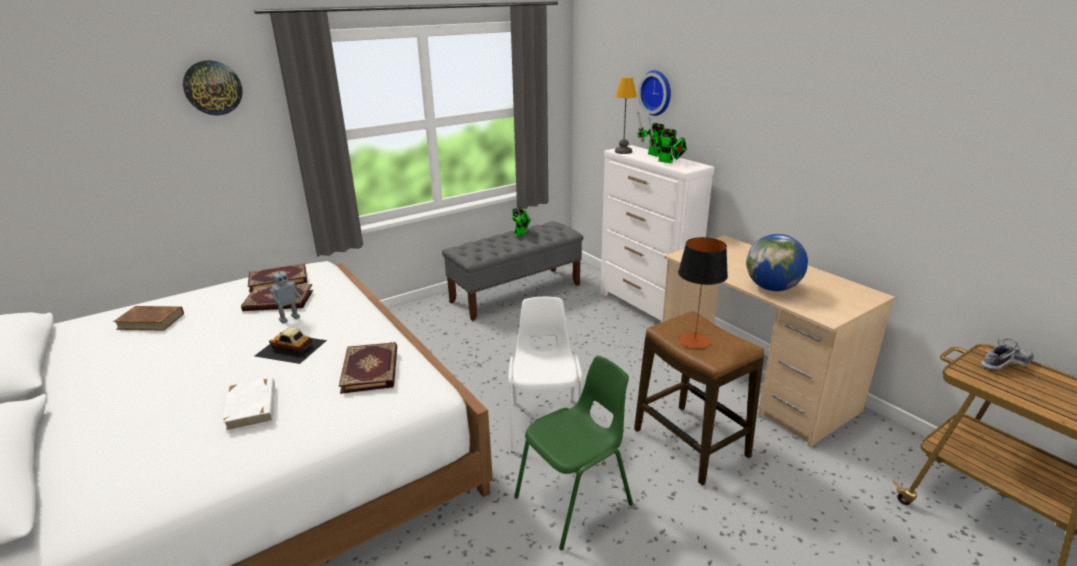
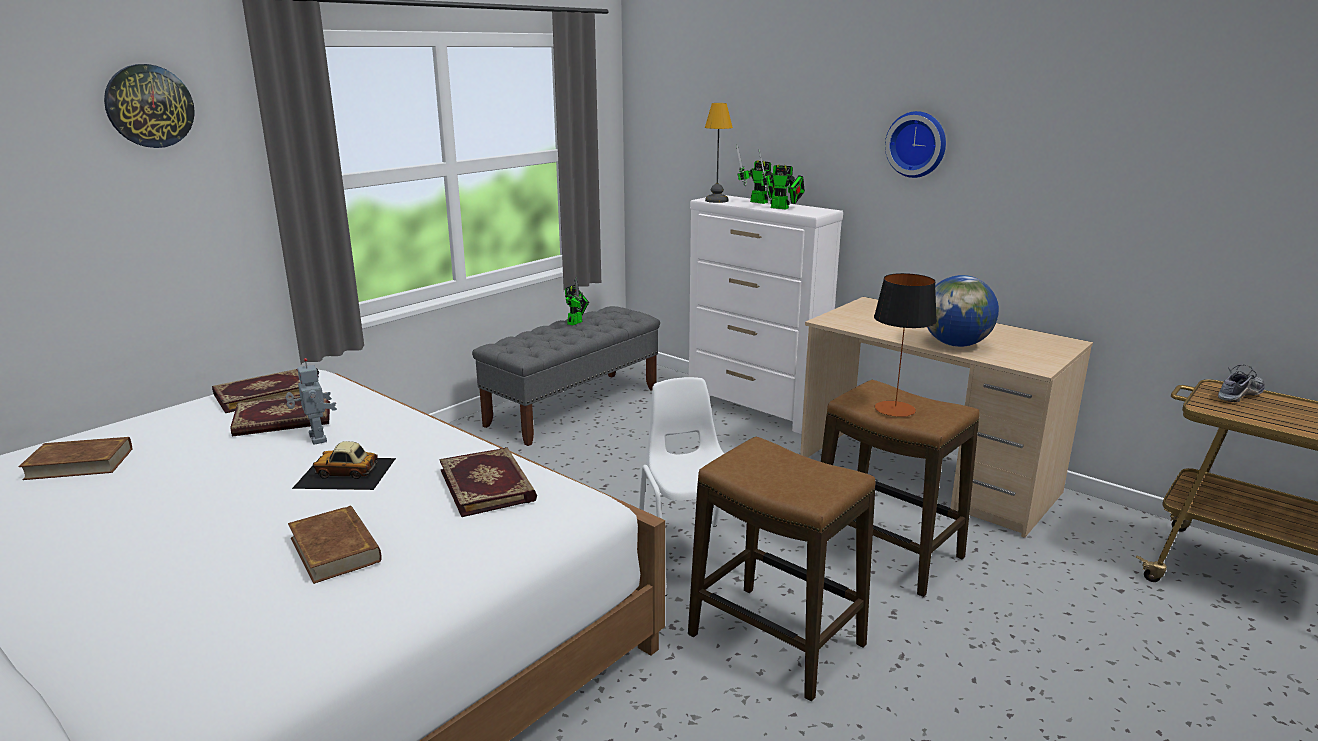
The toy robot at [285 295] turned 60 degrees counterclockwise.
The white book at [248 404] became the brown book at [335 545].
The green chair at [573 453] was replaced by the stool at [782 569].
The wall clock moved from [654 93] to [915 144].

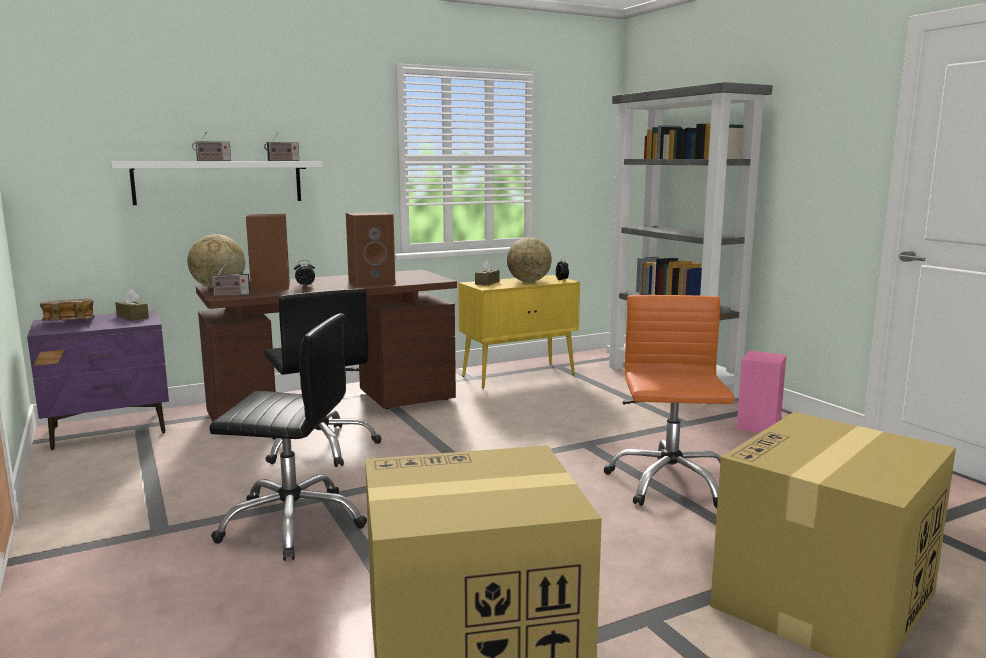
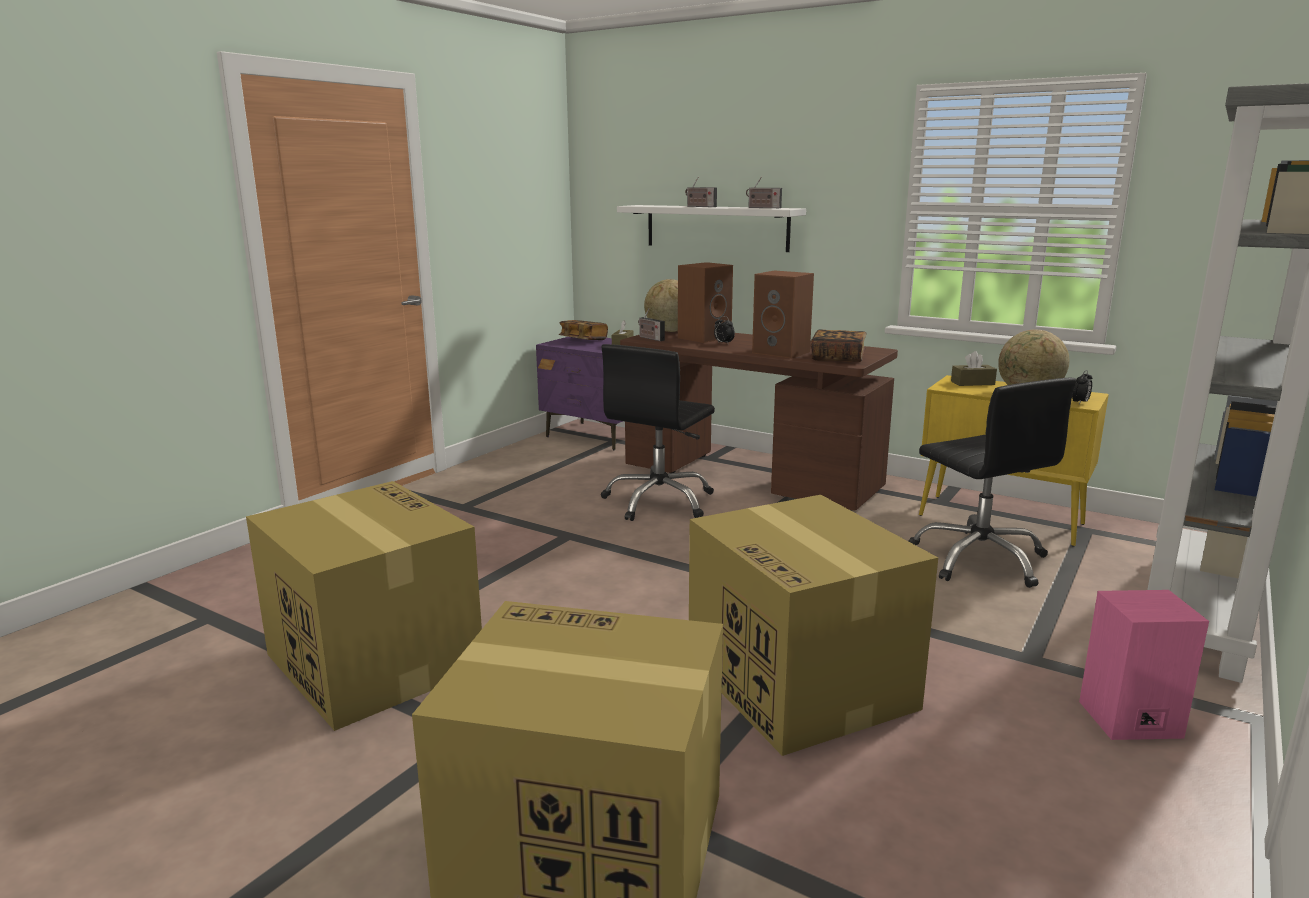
The orange office chair at [669 401] was replaced by the cardboard box at [813 625].
The book at [839 345] appeared.
The black office chair moved from [288 437] to [992 483].

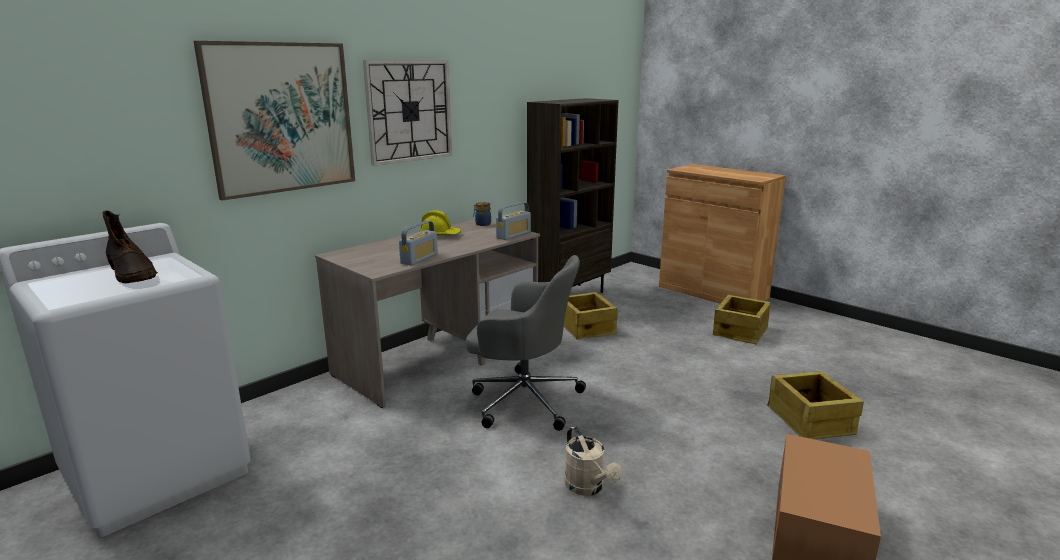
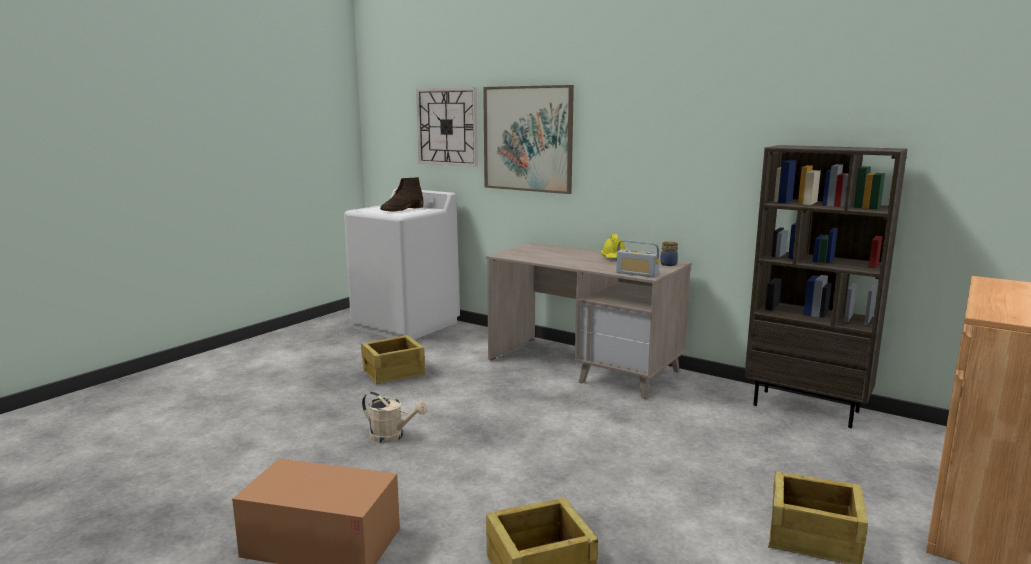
The crate moved from [591 316] to [393 359].
The beige watering can at [593 461] turned 120 degrees counterclockwise.
The wall clock moved from [407 113] to [447 127].
The radio at [418 243] disappeared.
The grey office chair at [526 343] disappeared.

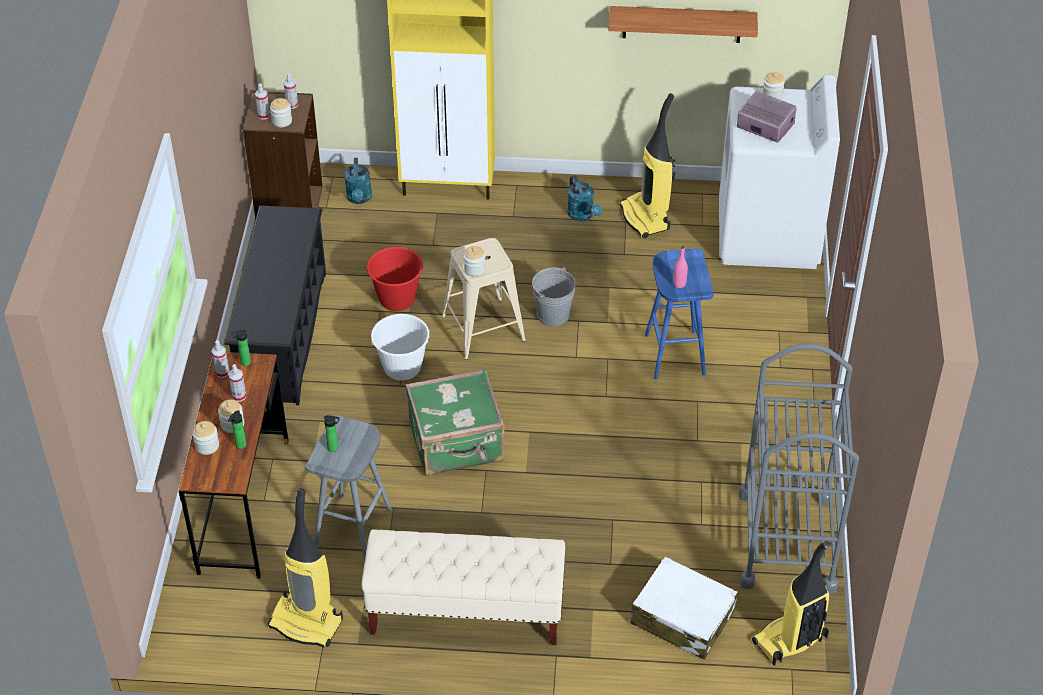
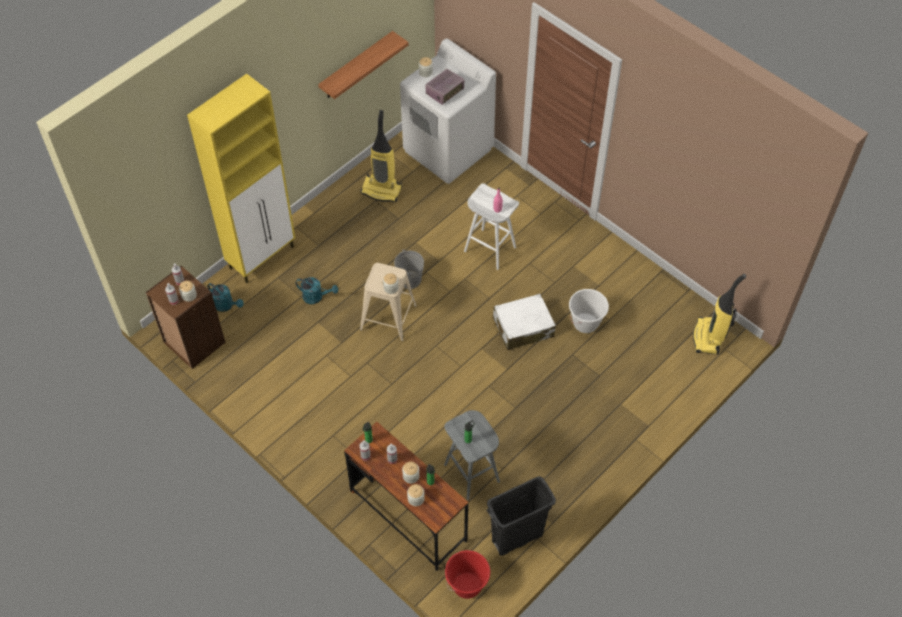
The turquoise watering can moved from [584 198] to [317 290].
The radio at [767 116] turned 150 degrees clockwise.
The red bucket moved from [395 279] to [467 574].
The blue stool at [679 314] became the white stool at [491 226].
The vacuum cleaner at [305 568] was replaced by the black trash can at [521 516].
The white suitcase moved from [684 608] to [524 322].
The white bucket moved from [400 347] to [589 311].
The black shoe rack at [275 305] disappeared.
The beige bench at [463 587] disappeared.
The green suitcase at [455 422] disappeared.
The grey cart at [799 468] disappeared.

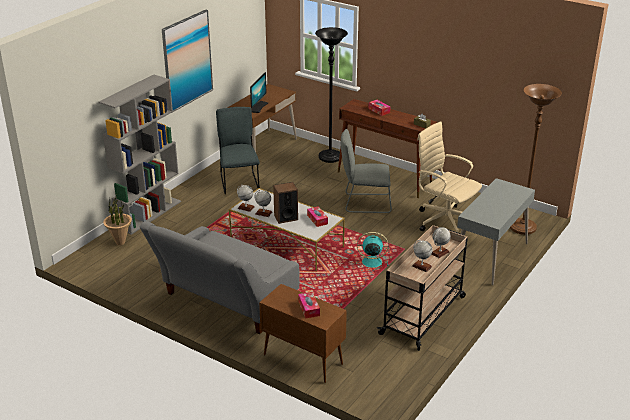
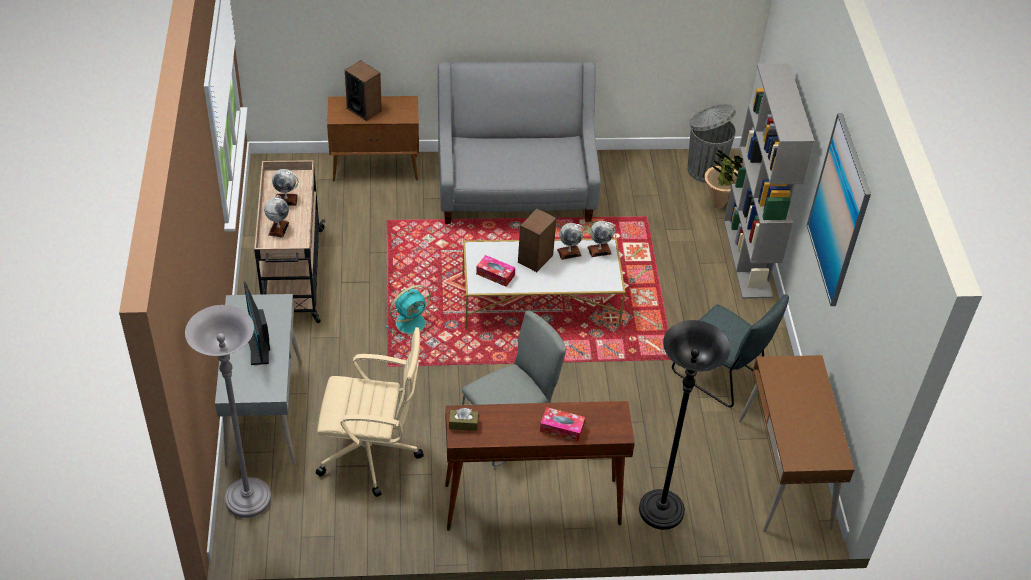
The brown floor lamp at [536 159] became the grey floor lamp at [228 411].
The monitor moved from [259 92] to [257 323].
The tissue box at [309 305] was replaced by the speaker at [363 90].
The grey trash can at [711 143] appeared.

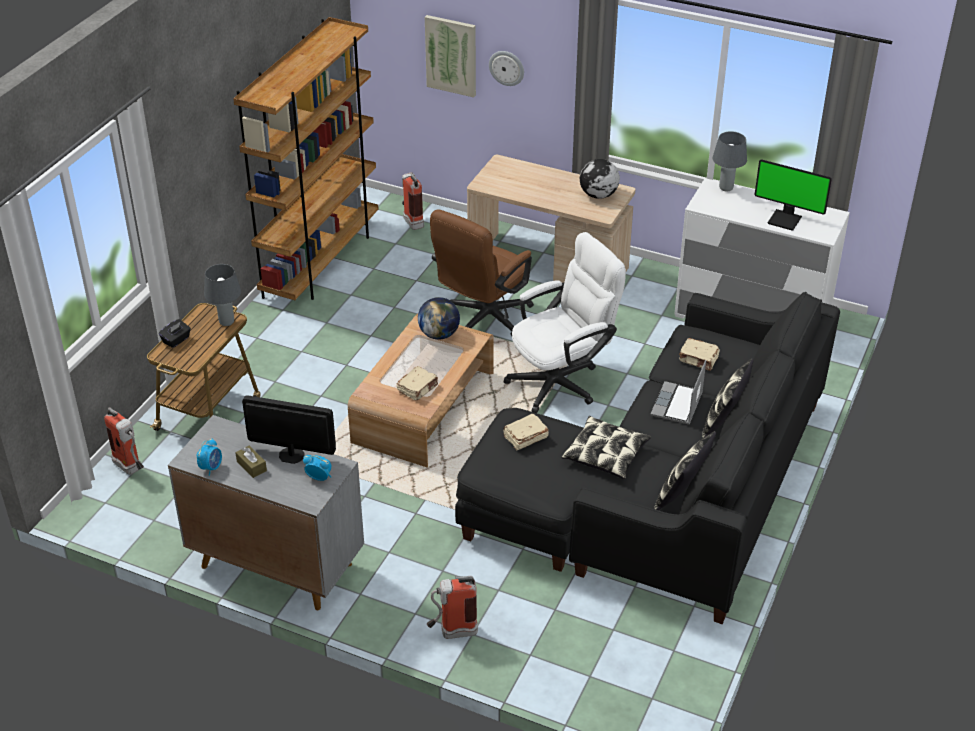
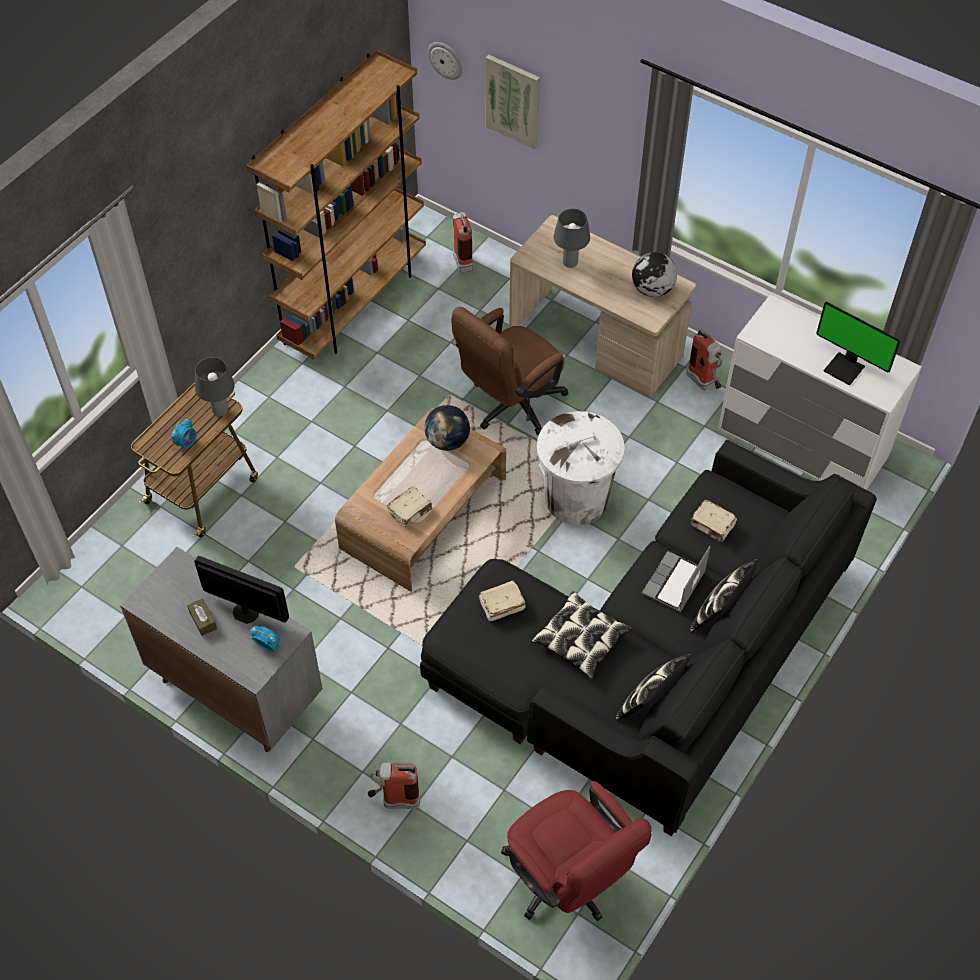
The alarm clock moved from [209 457] to [183 435].
The wall clock moved from [506 68] to [445 61].
The red office chair at [576 851] appeared.
The white office chair at [565 322] was replaced by the white trash can at [581 468].
The grey table lamp moved from [730 161] to [571 238].
The fire extinguisher moved from [124 441] to [704 359].
The black tissue box at [175 333] disappeared.

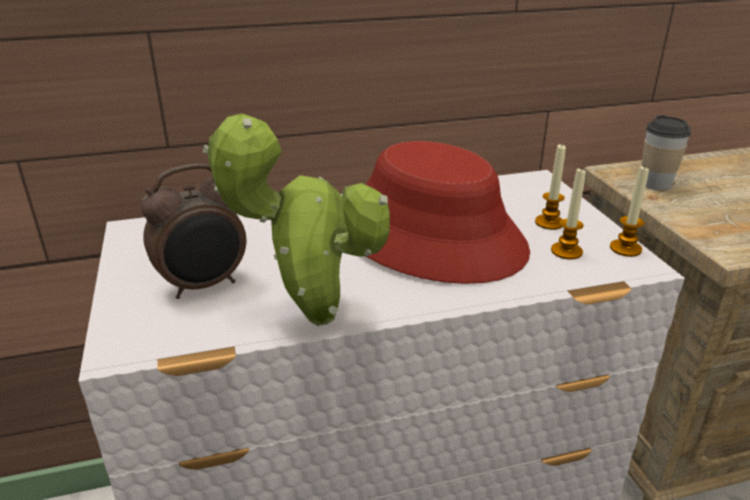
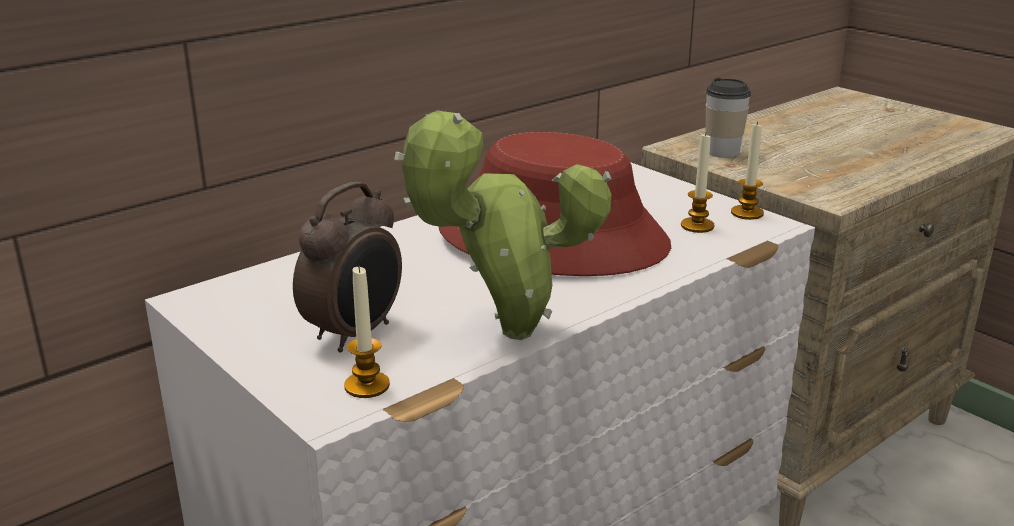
The candle moved from [550 187] to [367 332].

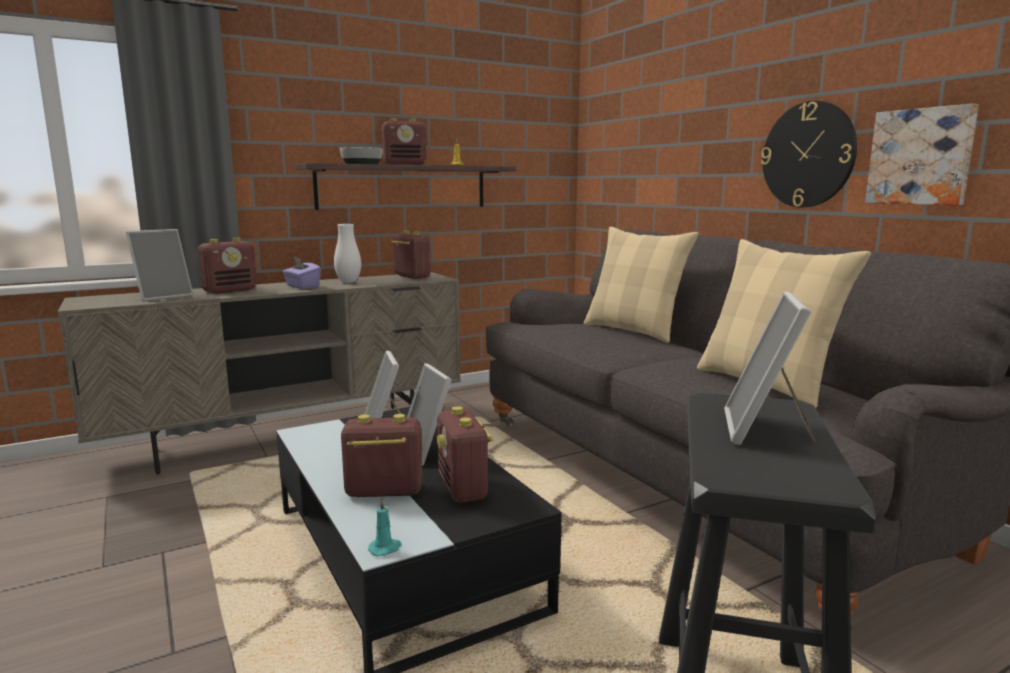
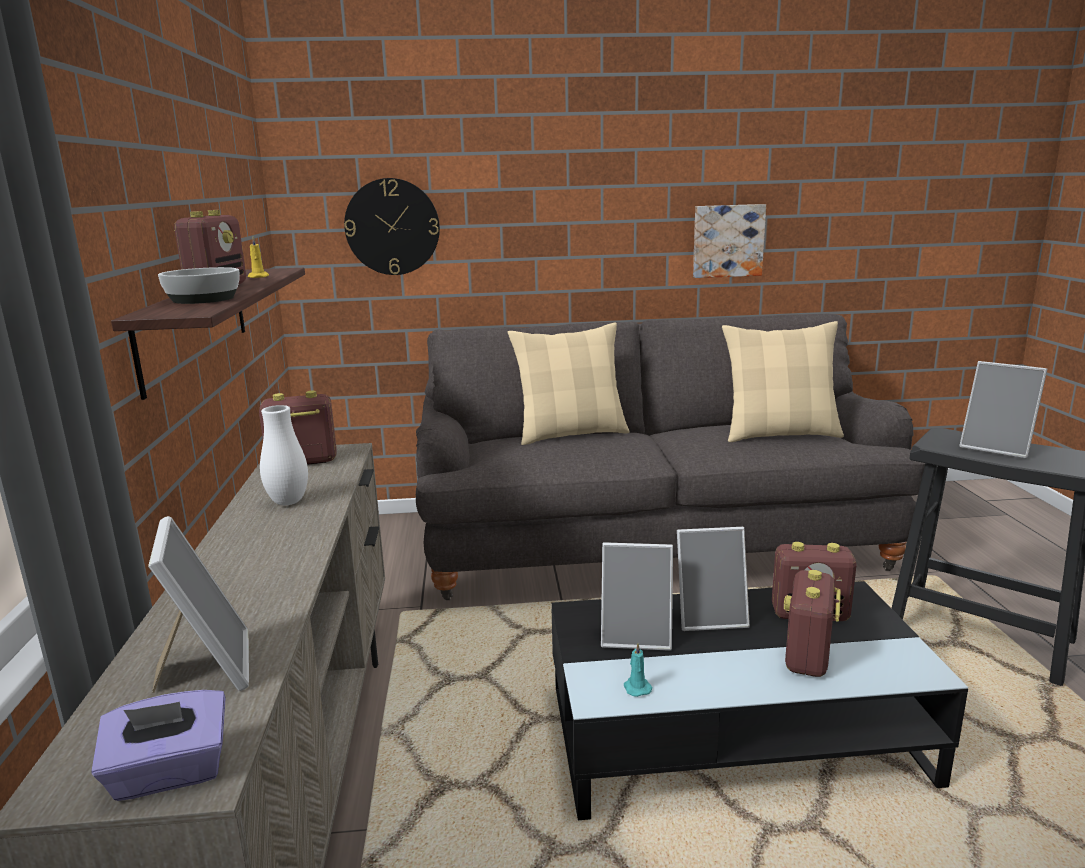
The purple tissue box moved from [302 272] to [158 745].
The wall clock moved from [809 154] to [392 226].
The turquoise candle moved from [385 527] to [638 670].
The radio at [227 266] disappeared.

